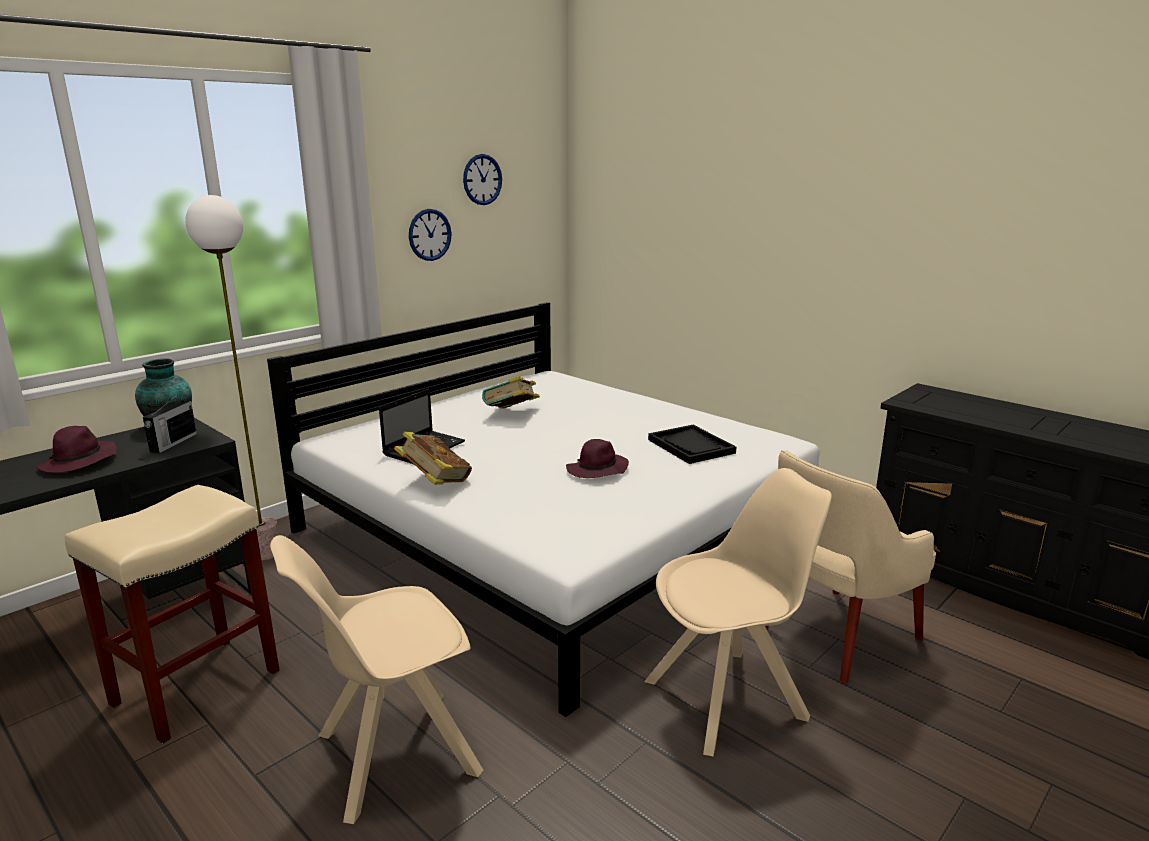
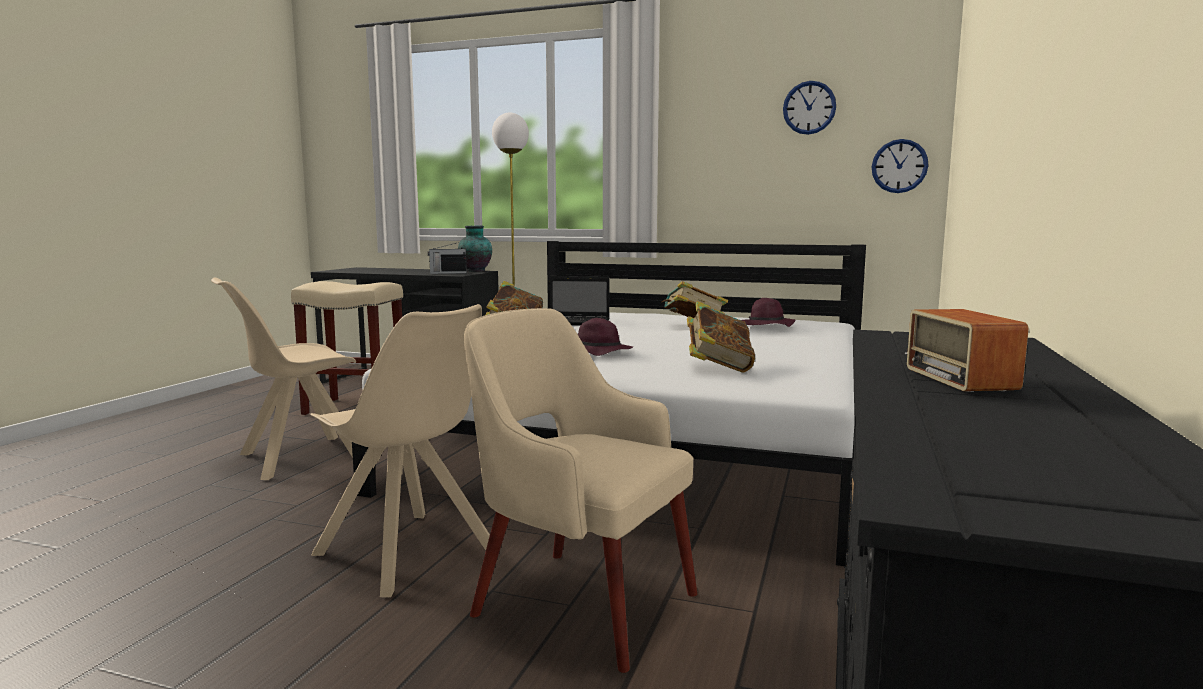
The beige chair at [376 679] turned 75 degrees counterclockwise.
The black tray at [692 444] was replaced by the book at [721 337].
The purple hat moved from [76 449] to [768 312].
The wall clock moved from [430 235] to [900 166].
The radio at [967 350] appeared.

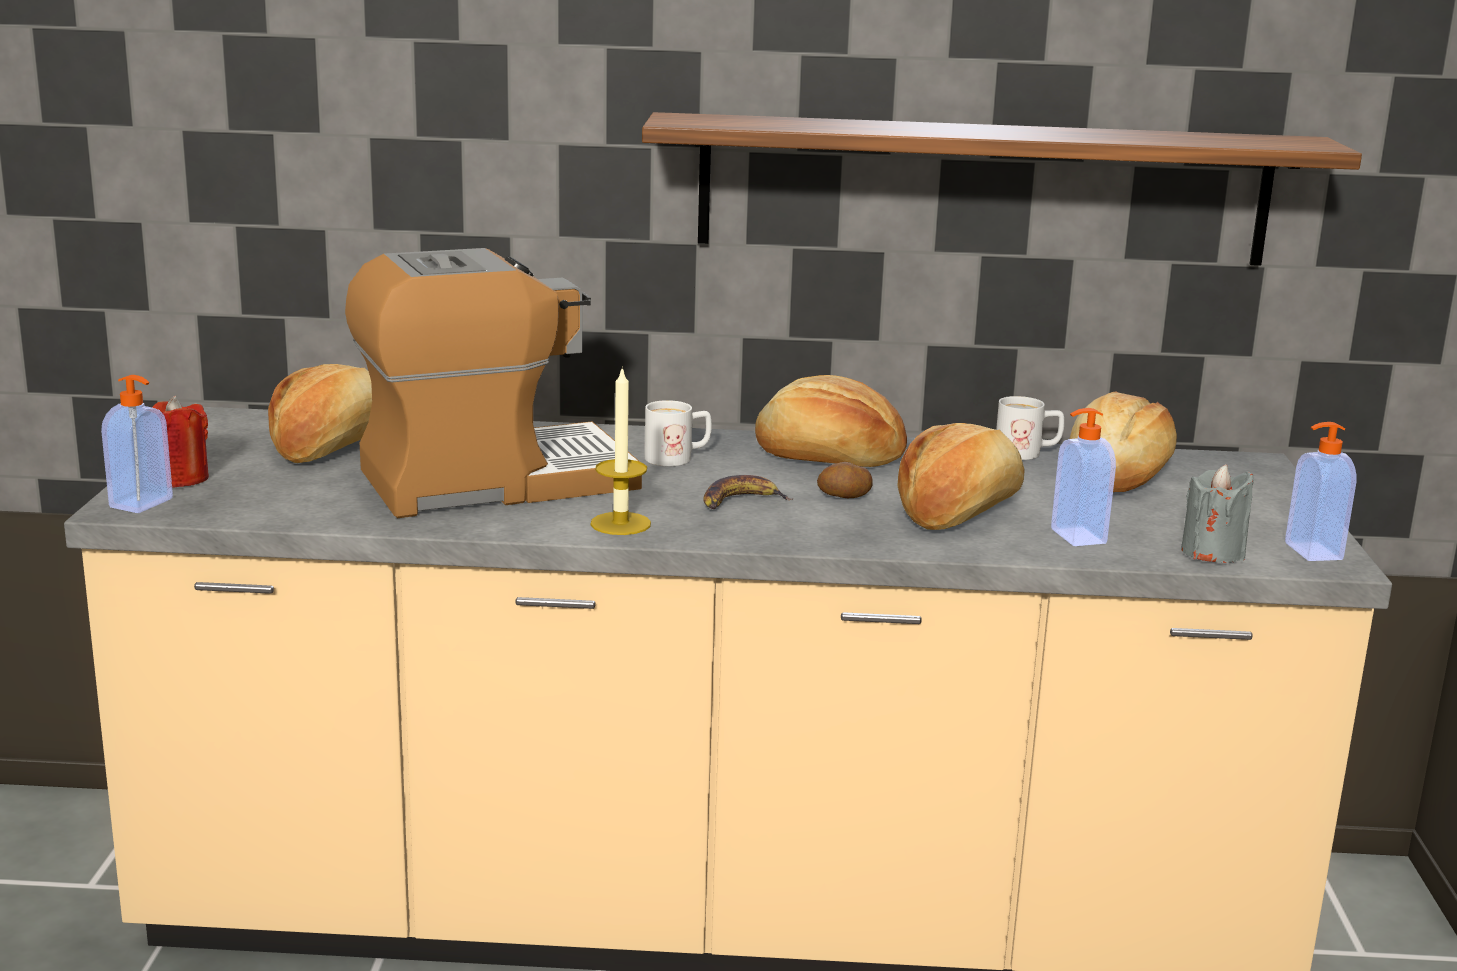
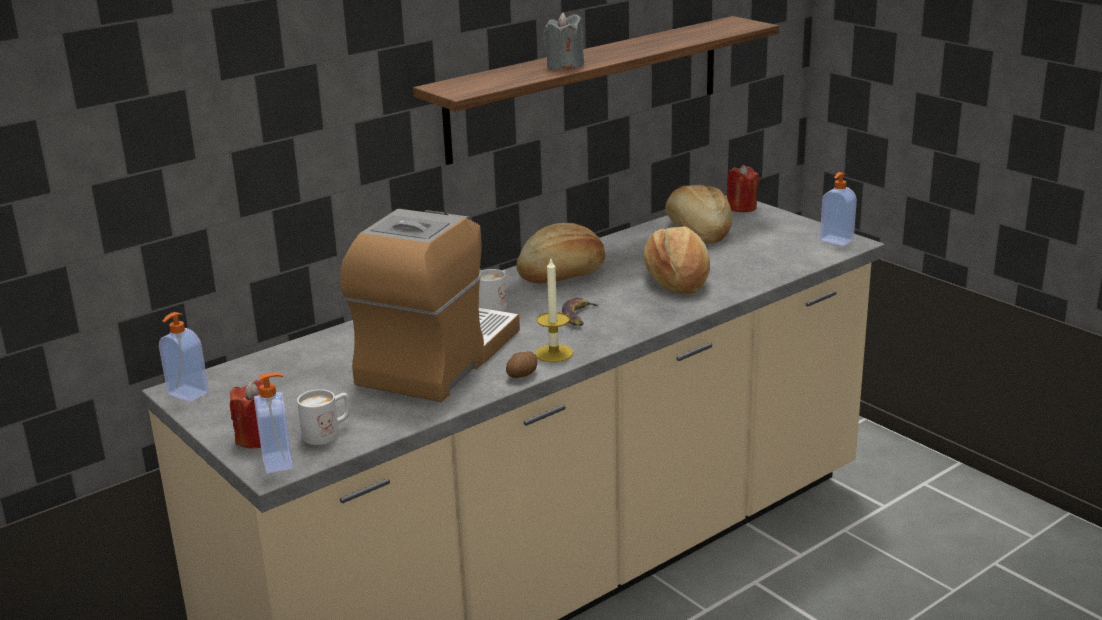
The soap dispenser moved from [1083 477] to [184 357].
The white mug moved from [1030 428] to [323 417].
The potato moved from [845 480] to [521 364].
The grey candle moved from [1217 513] to [563 41].
The red candle at [743 188] appeared.
The bread at [320 413] disappeared.

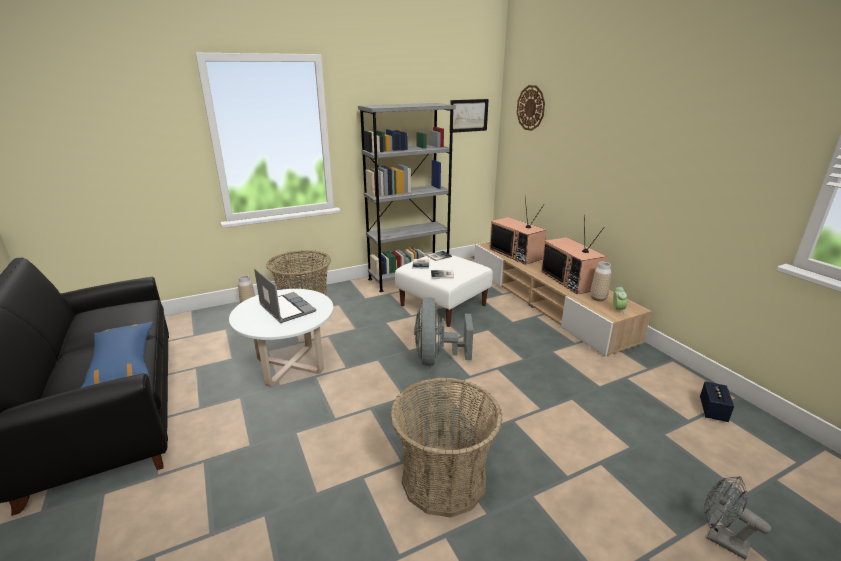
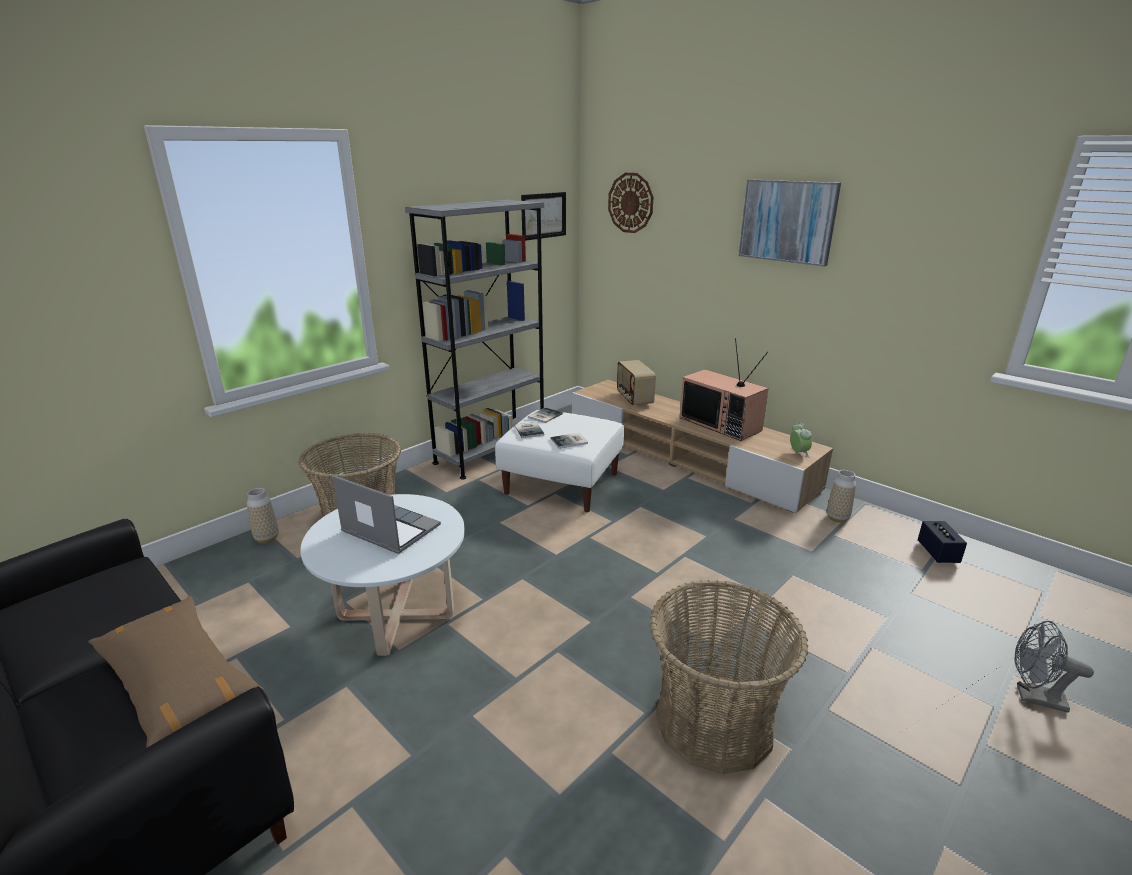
The blue pillow at [117 355] became the brown pillow at [176 672].
The television at [517 230] was replaced by the radio at [636 383].
The picture at [790 223] appeared.
The vase moved from [600 281] to [841 496].
The grey fan at [443 331] disappeared.

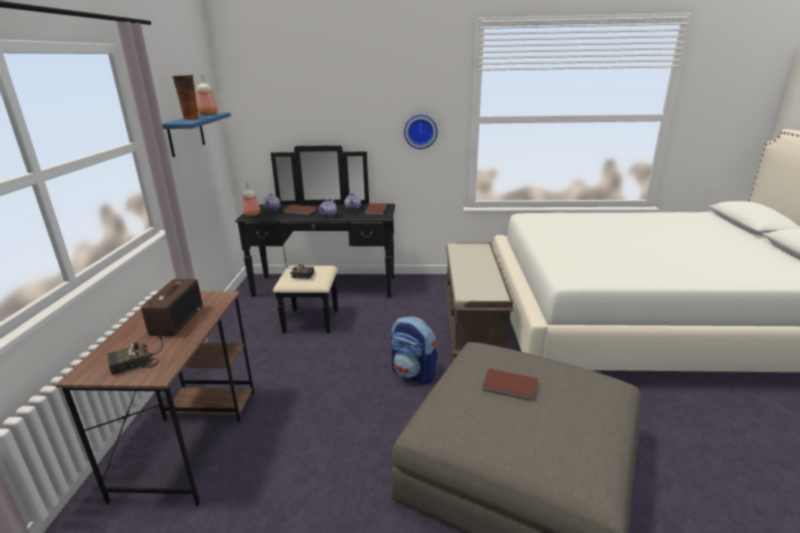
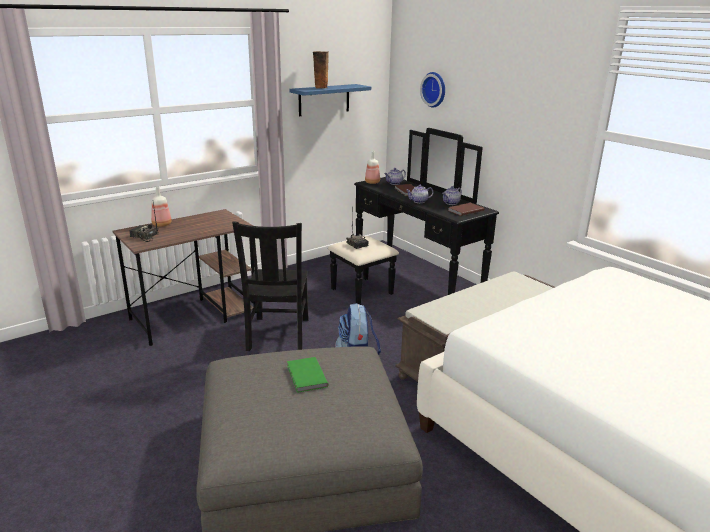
The bottle moved from [207 94] to [161 207].
The black chair at [270 286] appeared.
The brown book at [509 385] became the green book at [307 375].
The wall clock moved from [421 132] to [432 90].
The radio at [172 308] disappeared.

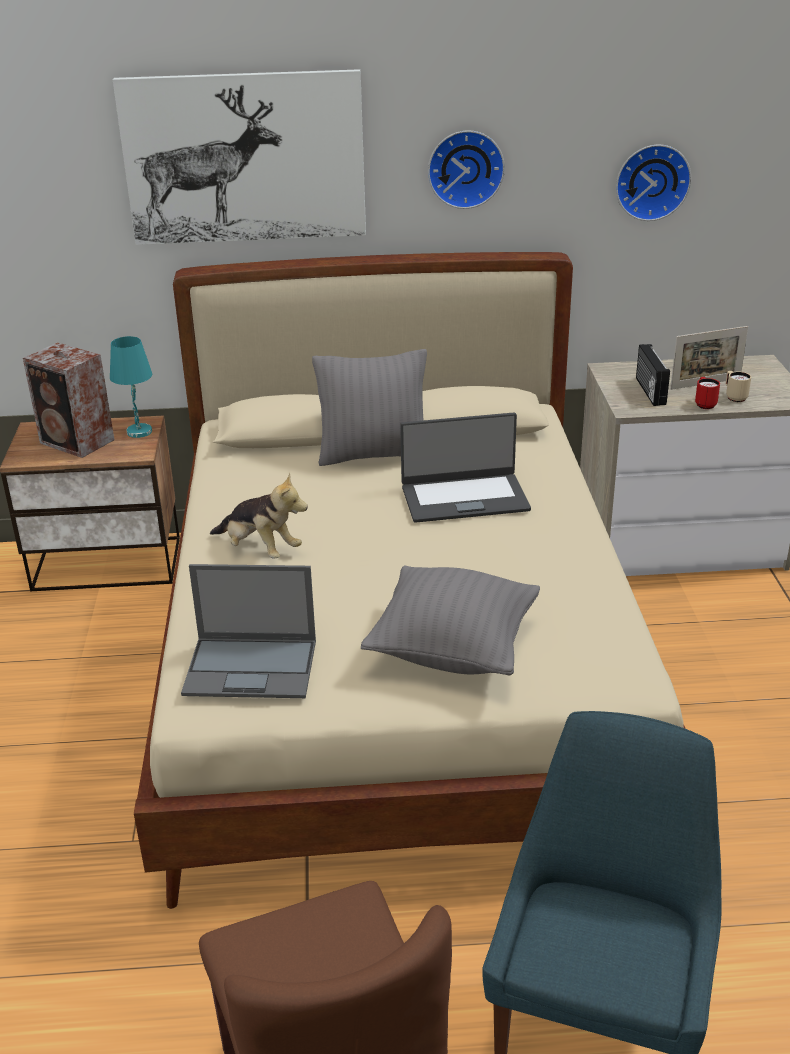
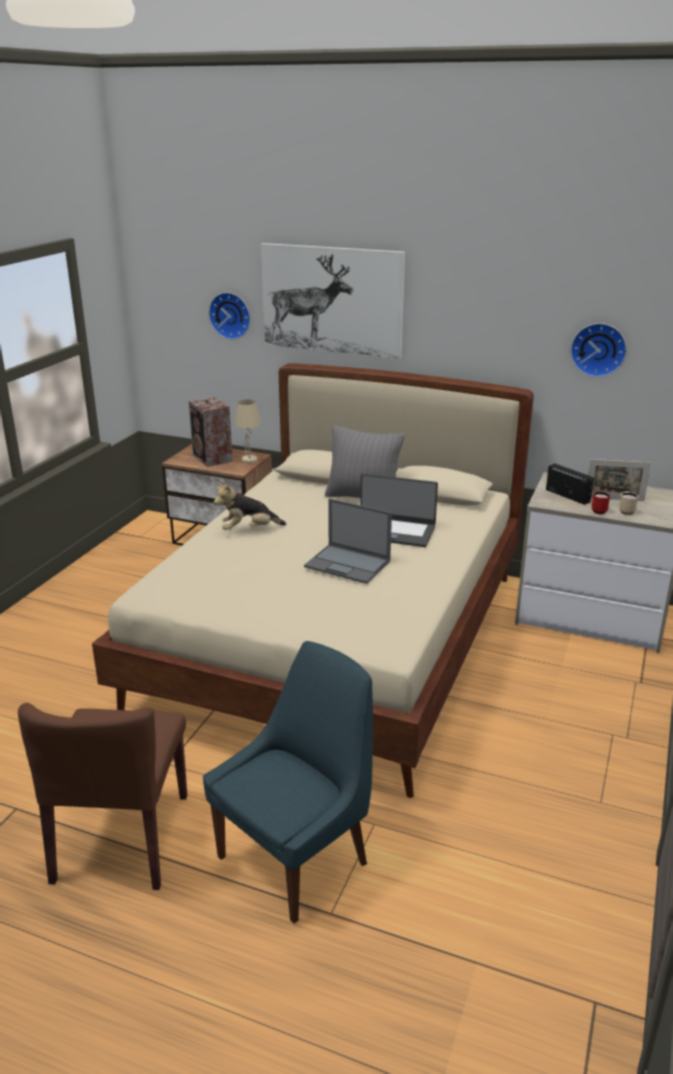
The wall clock moved from [466 169] to [229 316].
The plush toy at [259 516] turned 105 degrees clockwise.
The turquoise table lamp at [131 387] became the beige table lamp at [248 431].
The laptop moved from [248 631] to [348 541].
The radio at [653 375] turned 120 degrees clockwise.
The grey pillow at [450 620] disappeared.

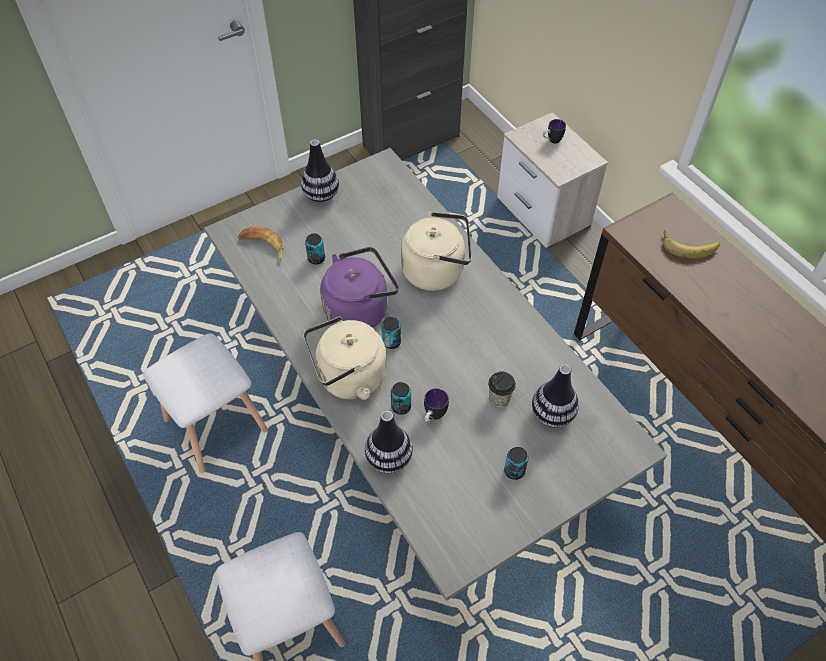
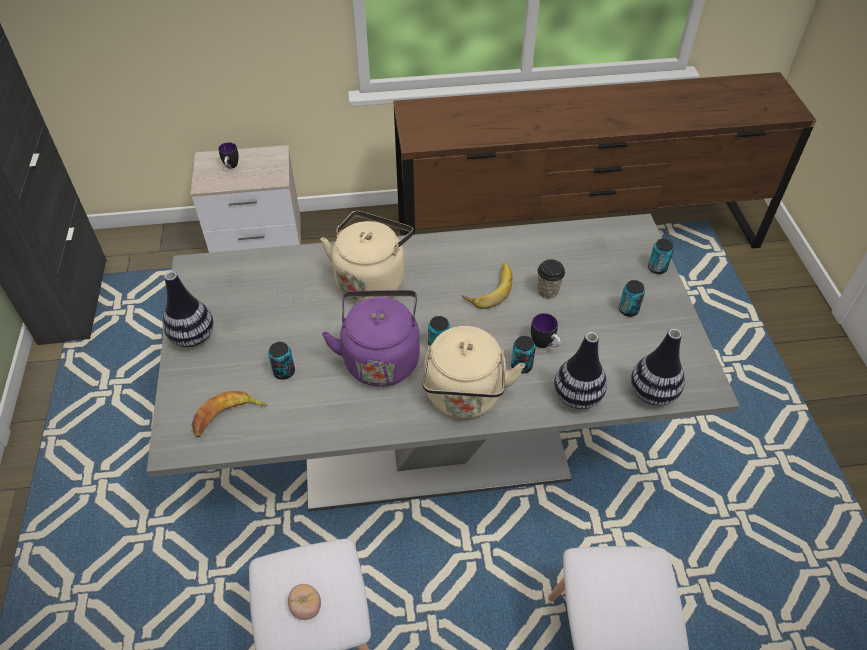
The tomato at [304 602] appeared.
The banana moved from [691 243] to [487 286].
The vase moved from [555 396] to [658 367].
The can at [661 256] appeared.

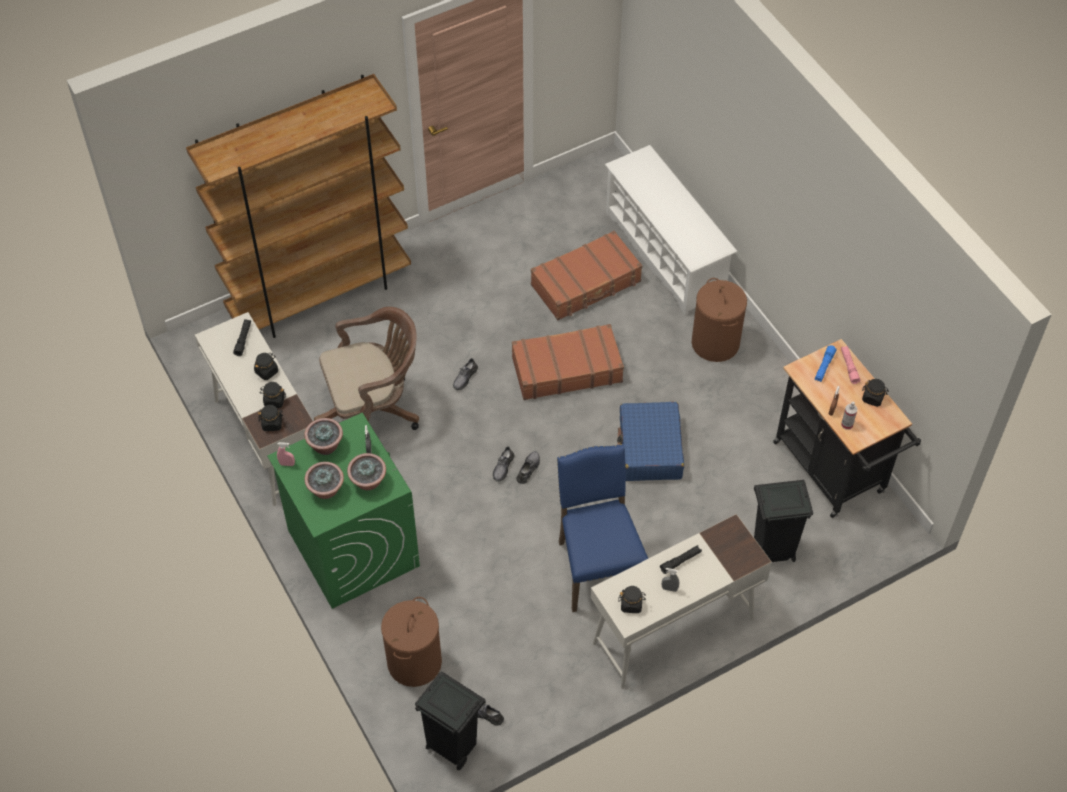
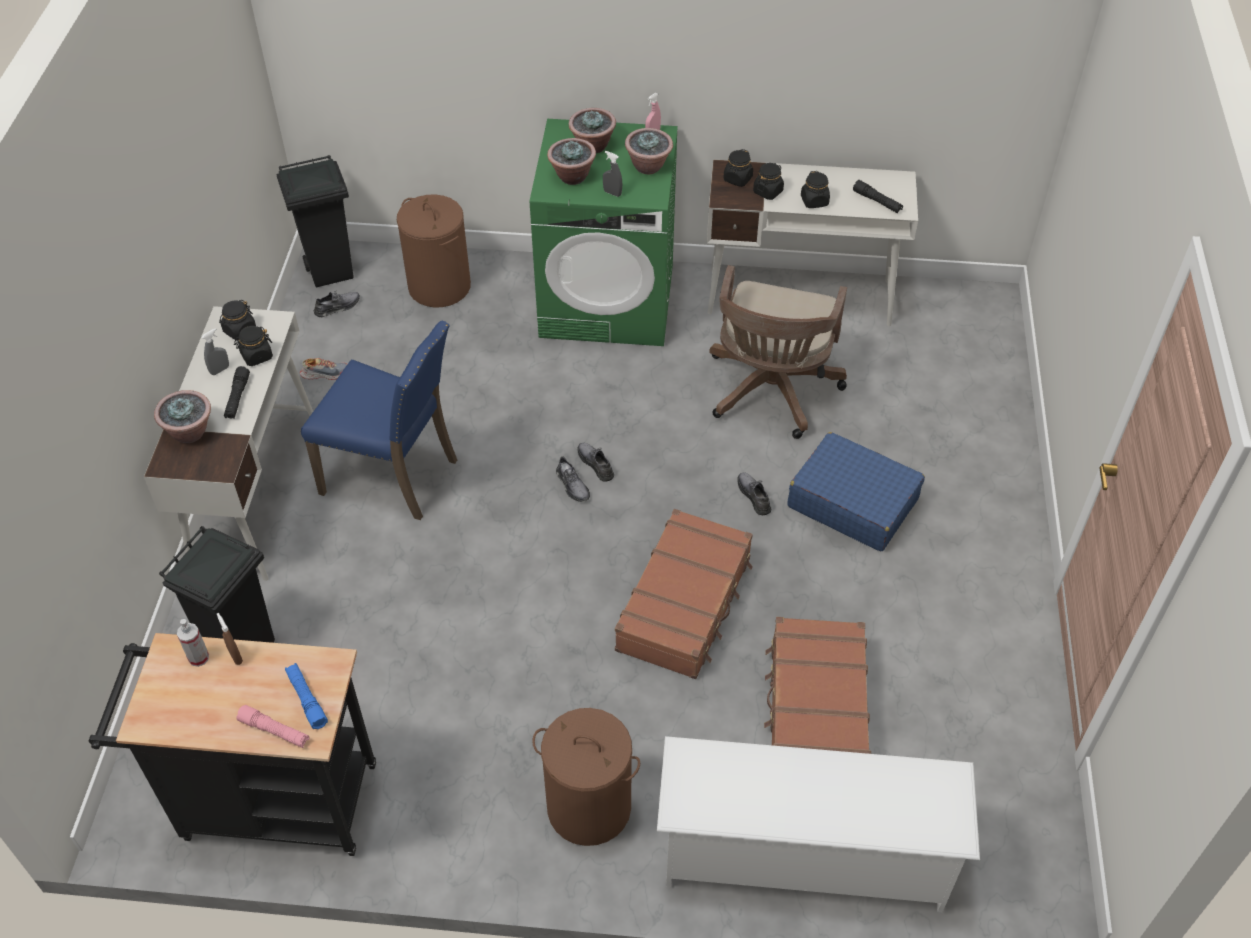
The potted plant at [182 416] appeared.
The black jar moved from [875 393] to [253 346].
The shoe at [323 369] appeared.
The blue suitcase moved from [650 441] to [856 491].
The brown bookcase at [298 206] disappeared.

